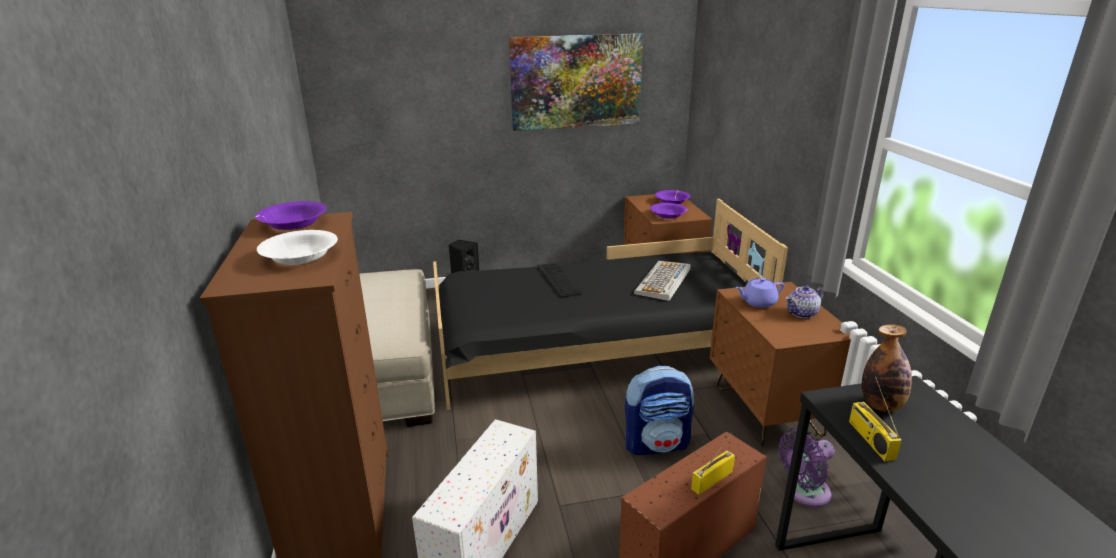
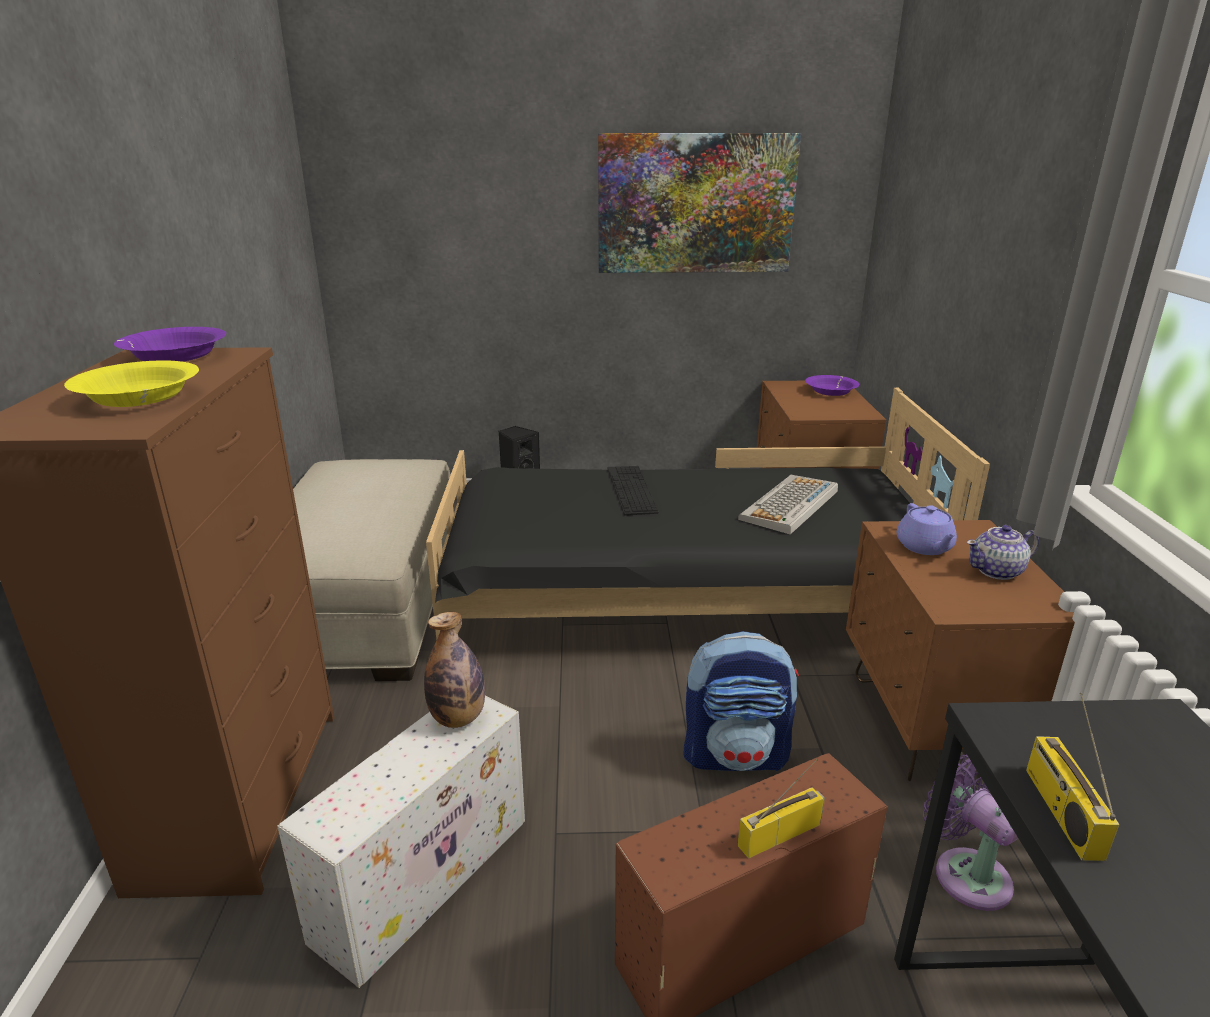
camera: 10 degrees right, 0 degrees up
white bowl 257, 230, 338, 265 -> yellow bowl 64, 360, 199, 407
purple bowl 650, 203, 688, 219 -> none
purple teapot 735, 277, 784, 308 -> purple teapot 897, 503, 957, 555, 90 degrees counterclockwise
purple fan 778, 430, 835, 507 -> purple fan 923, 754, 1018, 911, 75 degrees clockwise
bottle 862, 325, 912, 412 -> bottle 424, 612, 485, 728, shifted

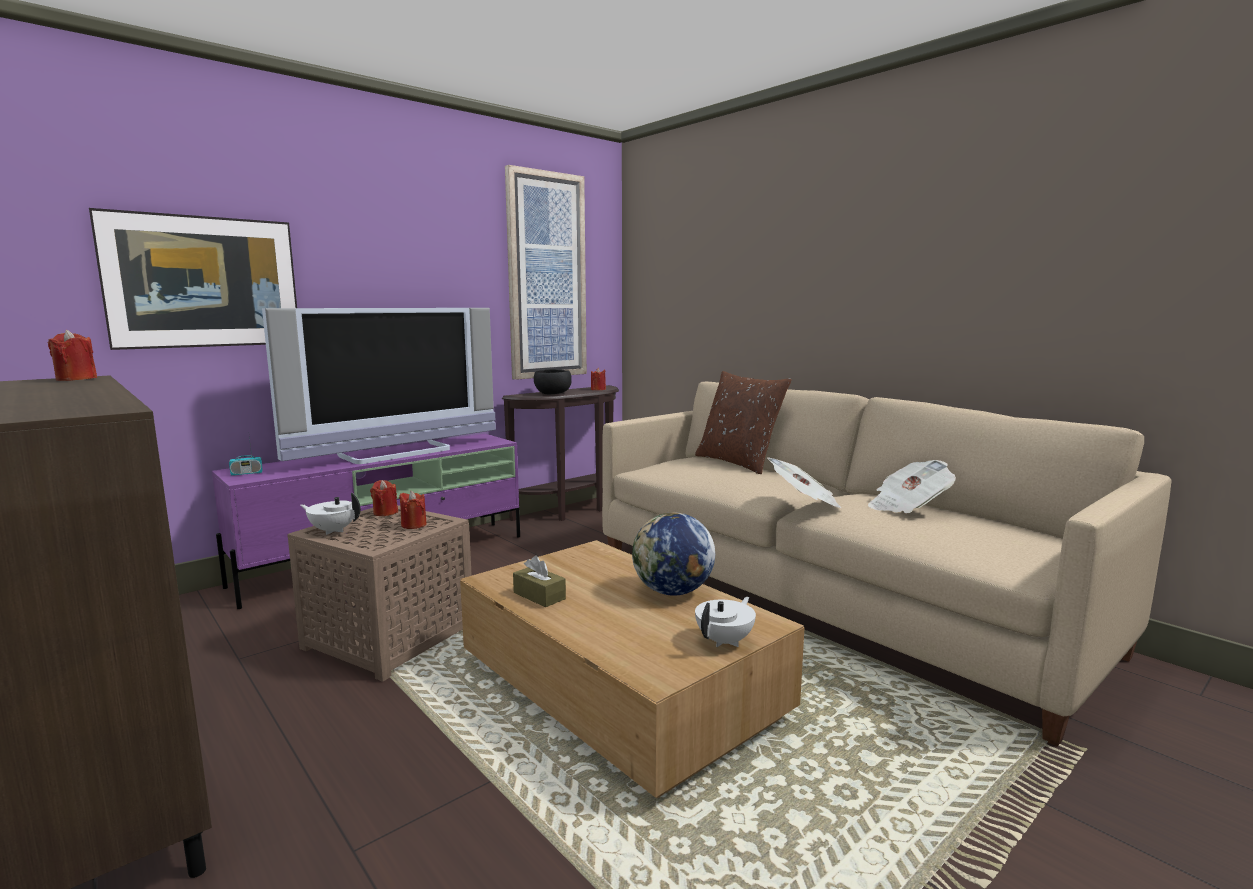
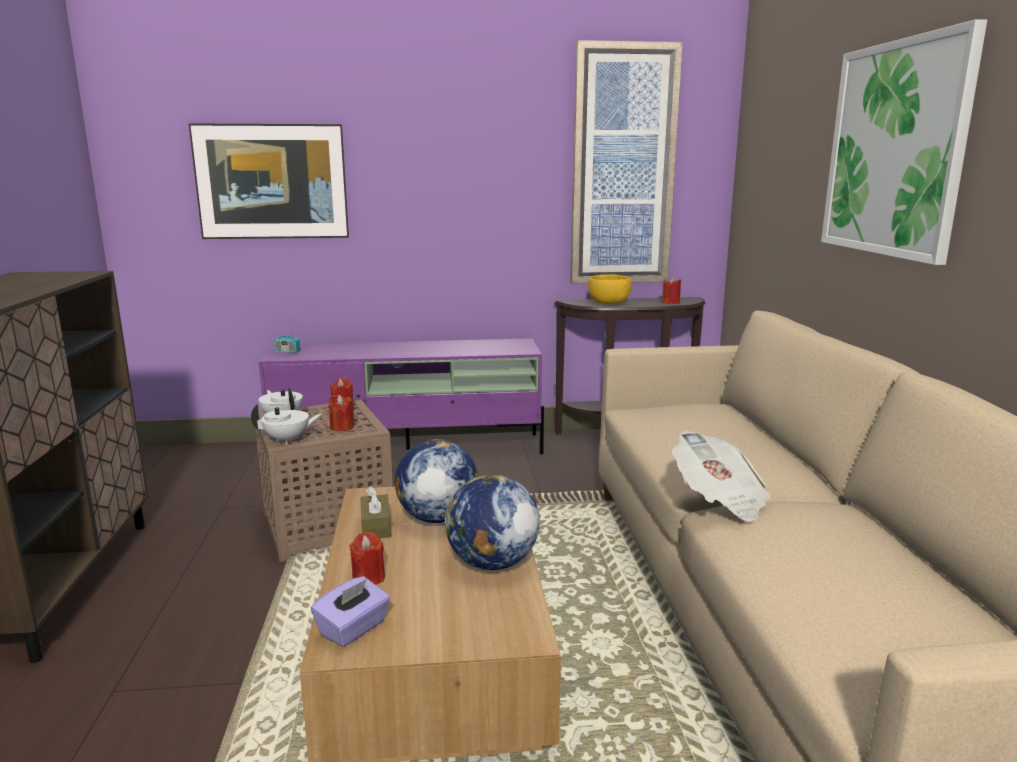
camera: 35 degrees right, 5 degrees up
red candle 48, 330, 97, 381 -> red candle 349, 532, 385, 585, shifted
television 262, 308, 496, 464 -> none
black bowl 534, 369, 572, 394 -> yellow bowl 588, 274, 632, 304
brown pillow 695, 371, 792, 474 -> none
white teapot 695, 597, 756, 647 -> white teapot 251, 404, 322, 444, shifted
newspaper 868, 460, 956, 513 -> none
none -> purple tissue box 311, 576, 390, 647
none -> globe 395, 439, 478, 523
none -> picture 821, 19, 987, 265

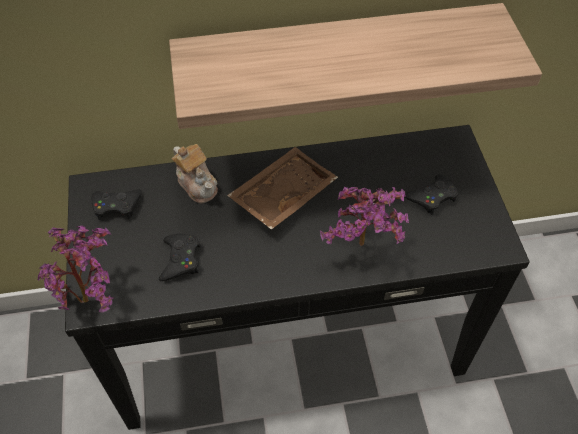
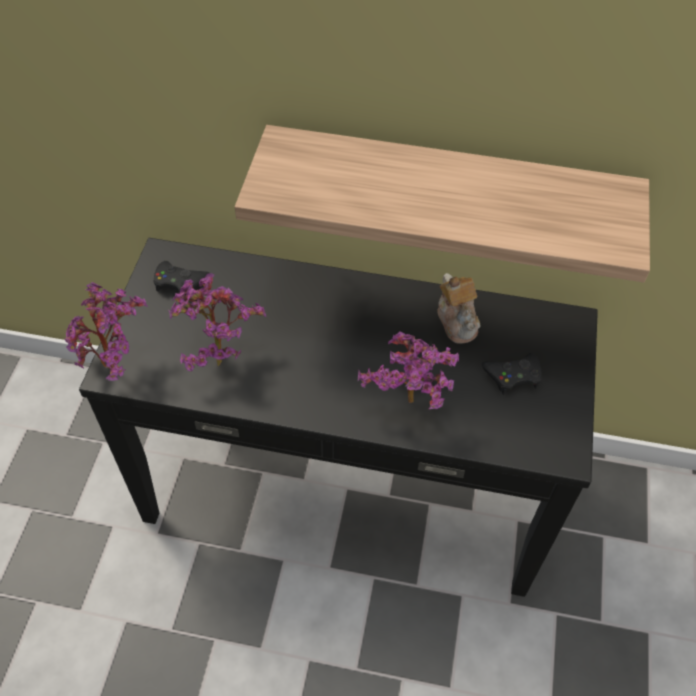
camera: 20 degrees right, 0 degrees up
black game controller 159, 234, 200, 281 -> potted plant 168, 273, 267, 371
teapot 172, 144, 218, 203 -> teapot 437, 273, 480, 343, shifted
brown tray 227, 147, 338, 230 -> none

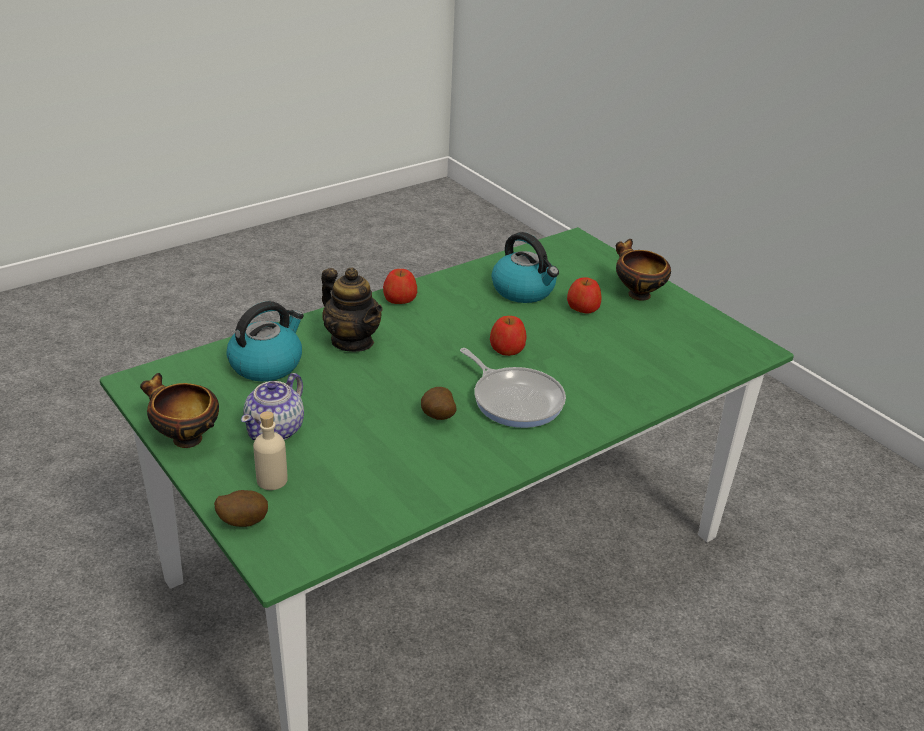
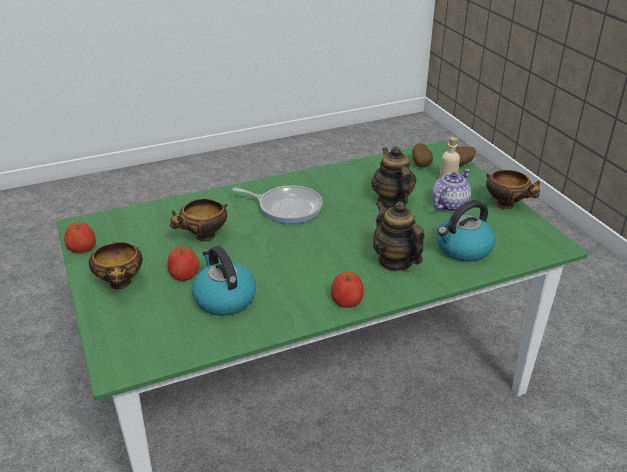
camera: 165 degrees left, 0 degrees up
potato 421, 387, 457, 420 -> potato 412, 143, 433, 167, shifted
frying pan 460, 348, 566, 428 -> frying pan 232, 186, 322, 224, 135 degrees clockwise
apple 490, 316, 526, 356 -> apple 64, 222, 96, 253, shifted
none -> bowl 170, 198, 228, 242
none -> teapot 371, 146, 416, 209

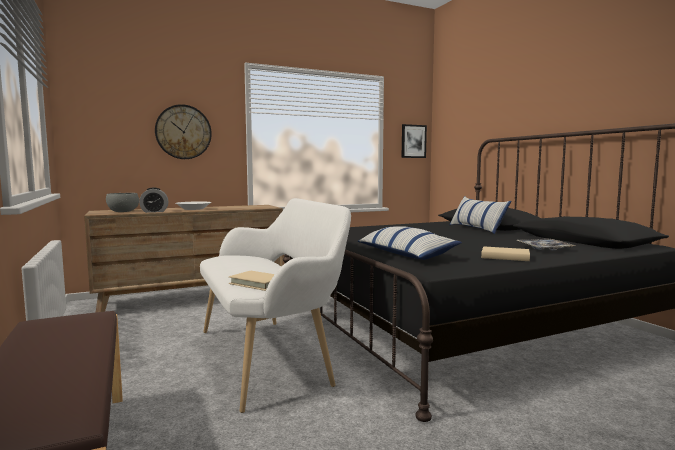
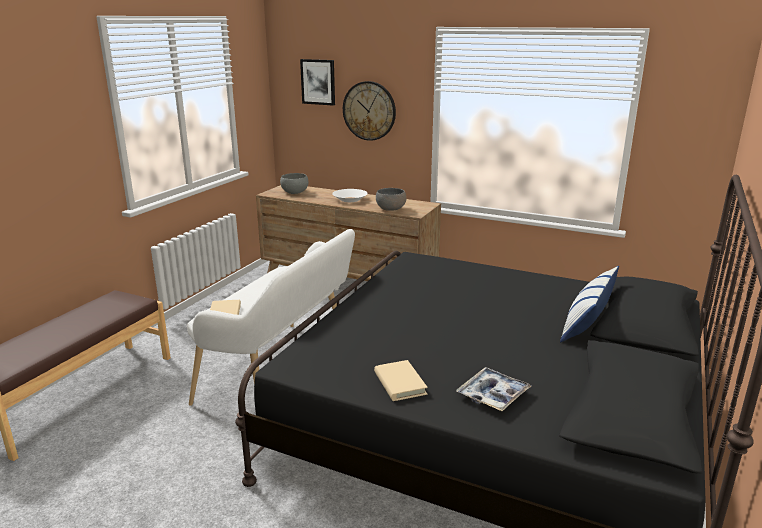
camera: 50 degrees right, 15 degrees up
alarm clock 139, 187, 169, 213 -> none
pillow 358, 226, 462, 260 -> none
picture 402, 124, 427, 158 -> picture 300, 59, 335, 106, shifted
none -> grey bowl 376, 188, 406, 211

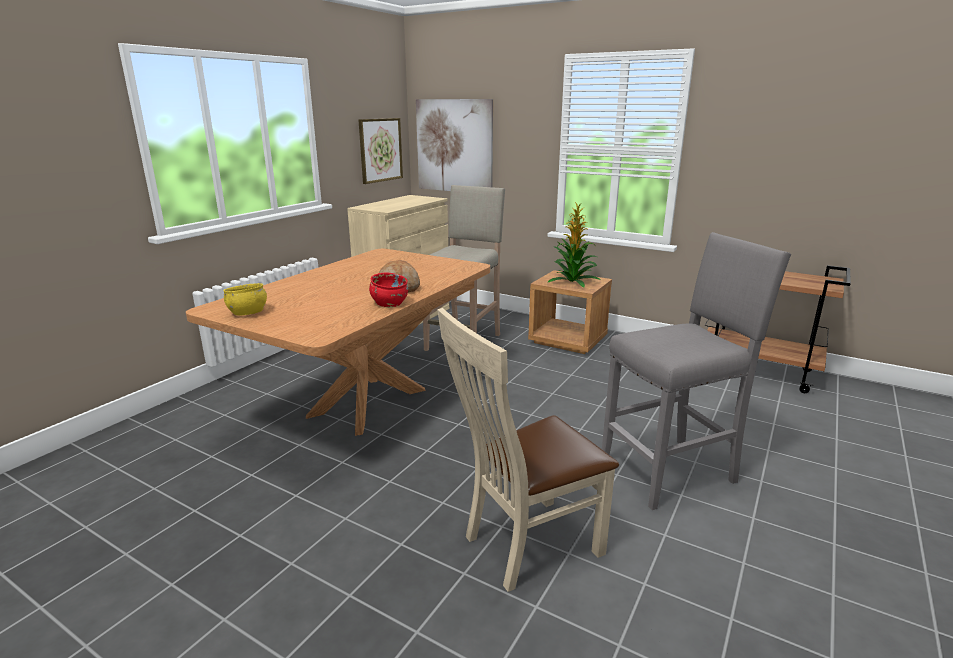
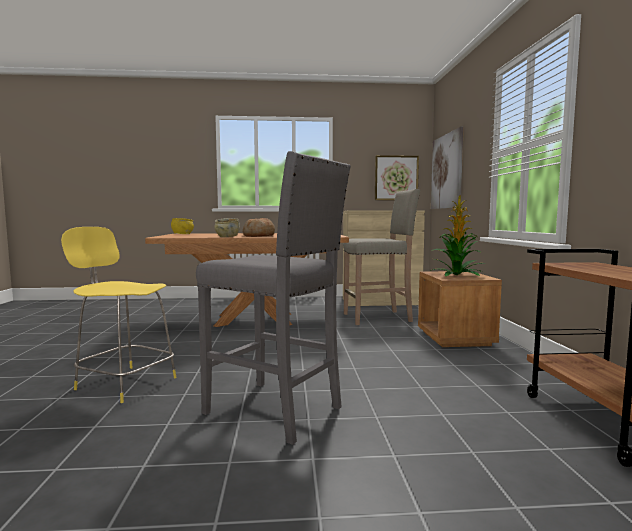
camera: 55 degrees right, 15 degrees down
red bowl 369, 273, 408, 307 -> beige bowl 214, 218, 240, 237
beige chair 437, 308, 619, 592 -> yellow stool 61, 227, 177, 403

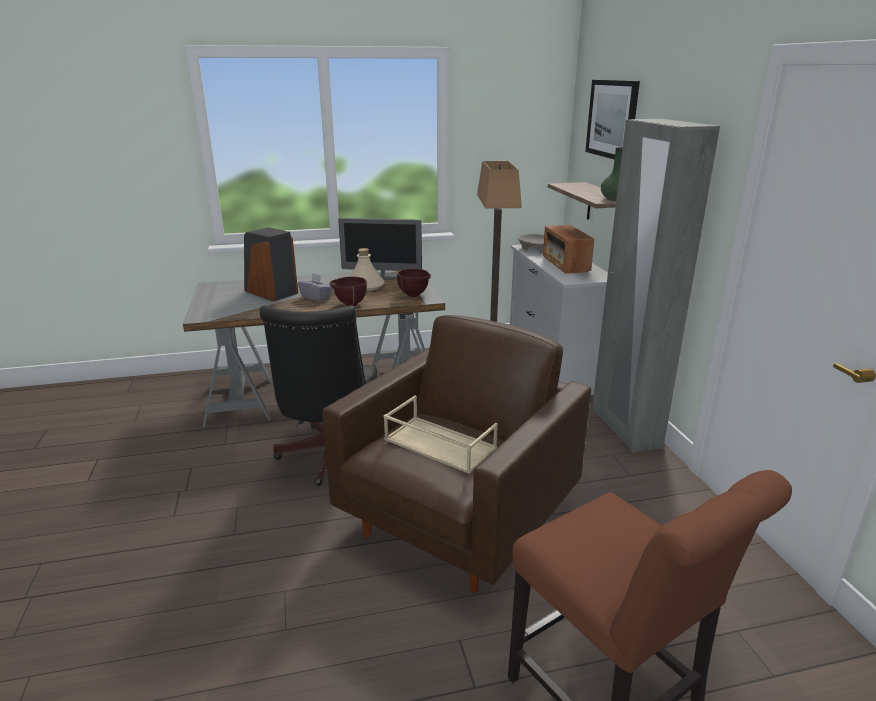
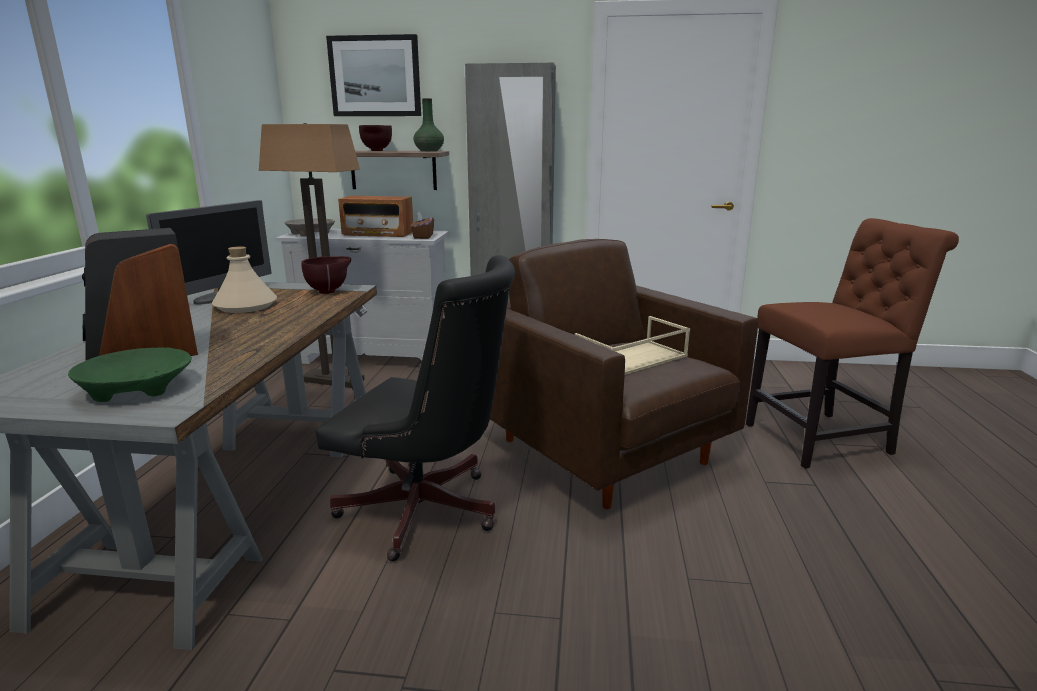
camera: 70 degrees left, 5 degrees down
grey tissue box 298, 273, 332, 302 -> none
brown bowl 330, 276, 367, 306 -> brown bowl 359, 125, 392, 151, shifted
none -> green bowl 68, 348, 192, 402
none -> brown tissue box 410, 212, 434, 239

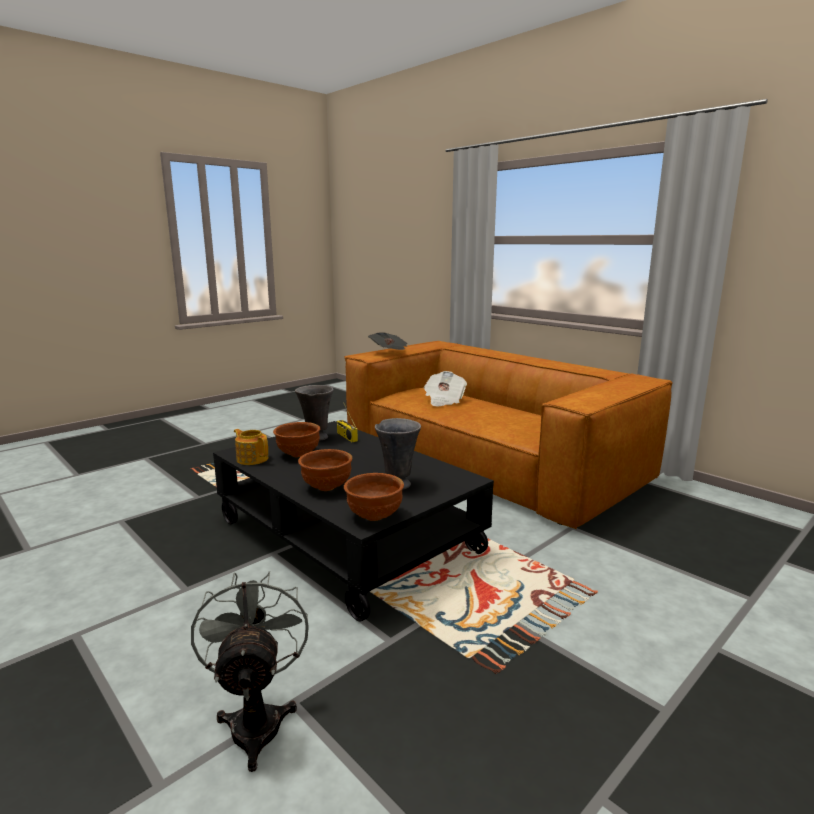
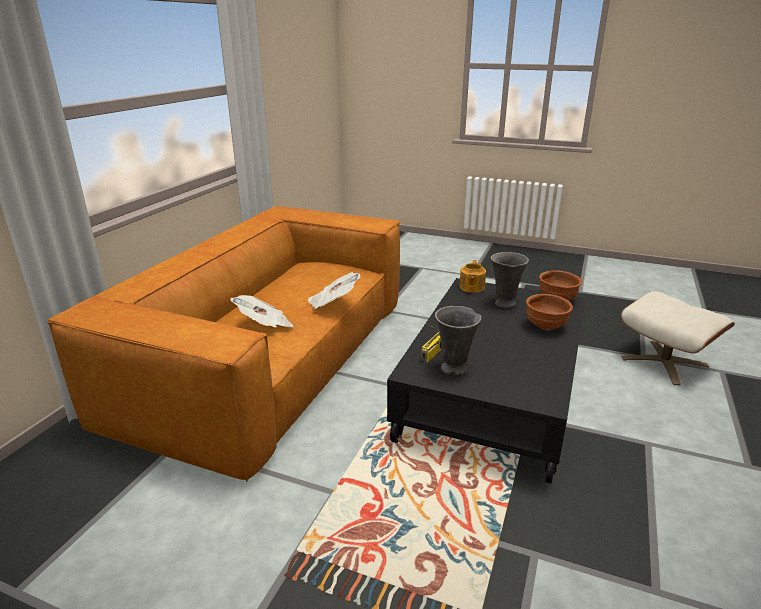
camera: 115 degrees left, 10 degrees up
grey fan 191, 571, 309, 772 -> beige ottoman 621, 291, 735, 385
teapot 234, 429, 268, 465 -> teapot 459, 260, 486, 293, shifted
brown bowl 273, 422, 320, 457 -> none
newspaper 368, 332, 407, 350 -> newspaper 308, 272, 360, 309, shifted

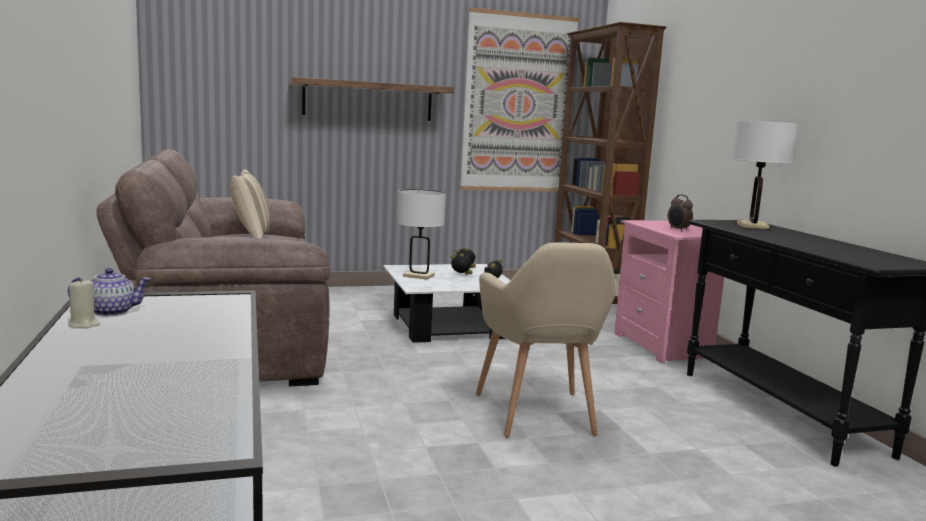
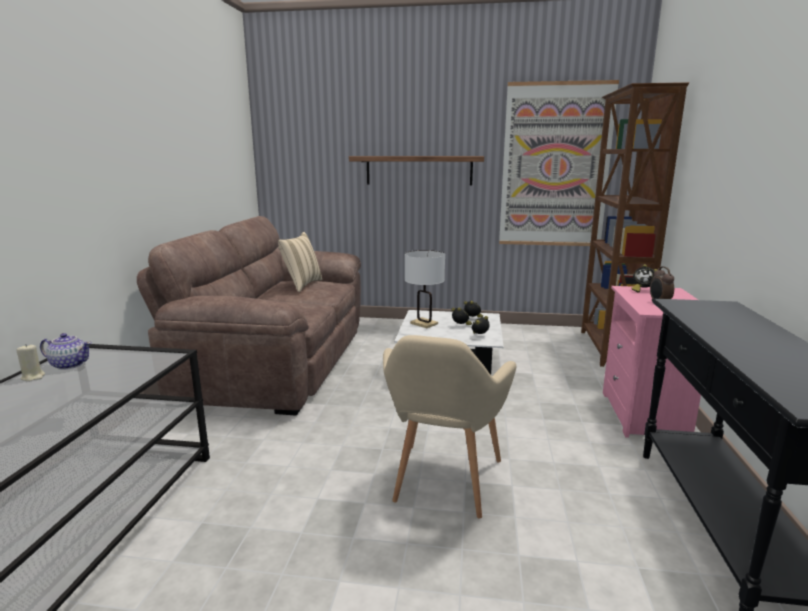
camera: 25 degrees right, 5 degrees up
white table lamp 731, 121, 798, 229 -> none
none -> alarm clock 632, 264, 657, 293

